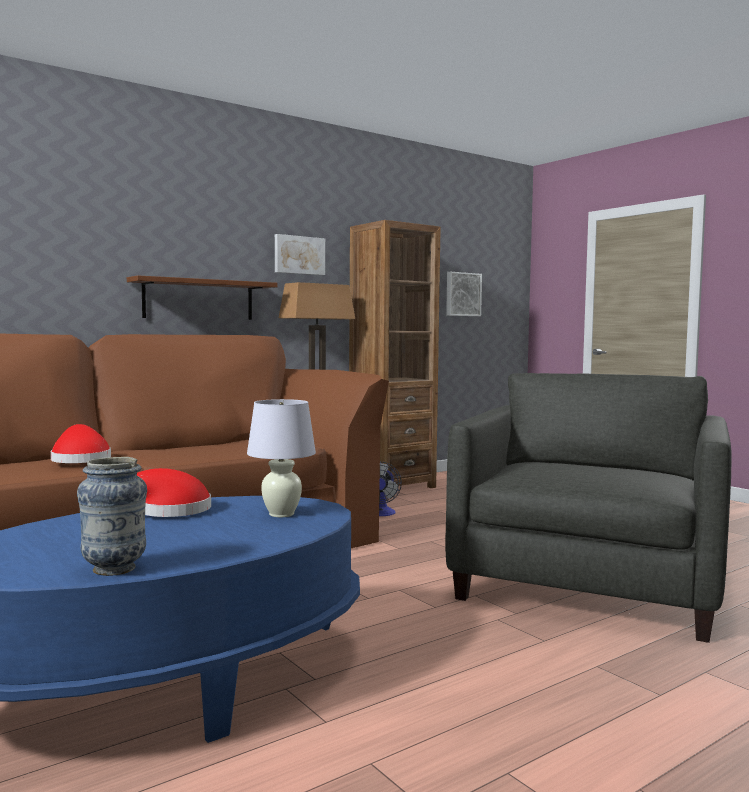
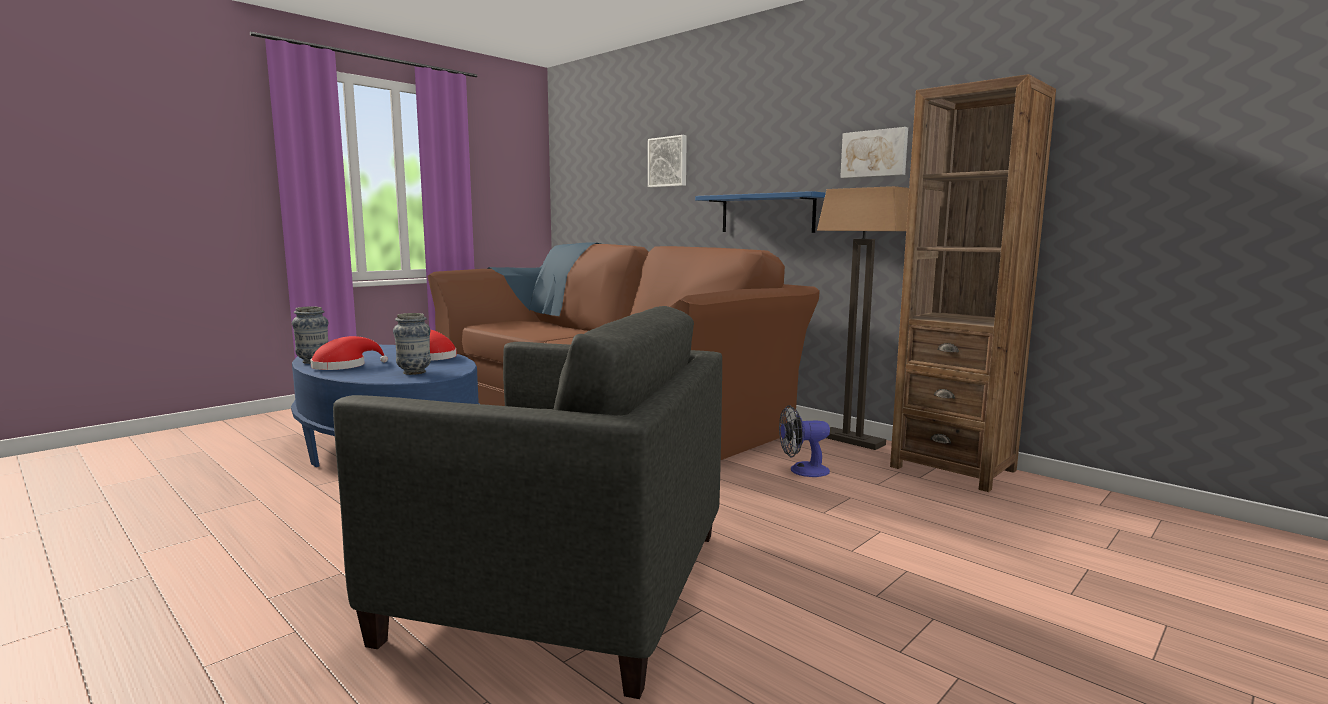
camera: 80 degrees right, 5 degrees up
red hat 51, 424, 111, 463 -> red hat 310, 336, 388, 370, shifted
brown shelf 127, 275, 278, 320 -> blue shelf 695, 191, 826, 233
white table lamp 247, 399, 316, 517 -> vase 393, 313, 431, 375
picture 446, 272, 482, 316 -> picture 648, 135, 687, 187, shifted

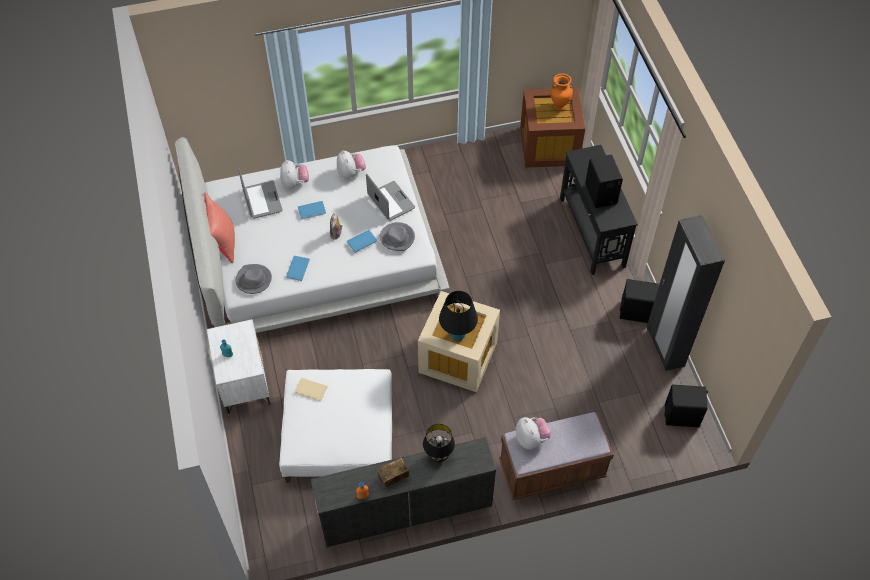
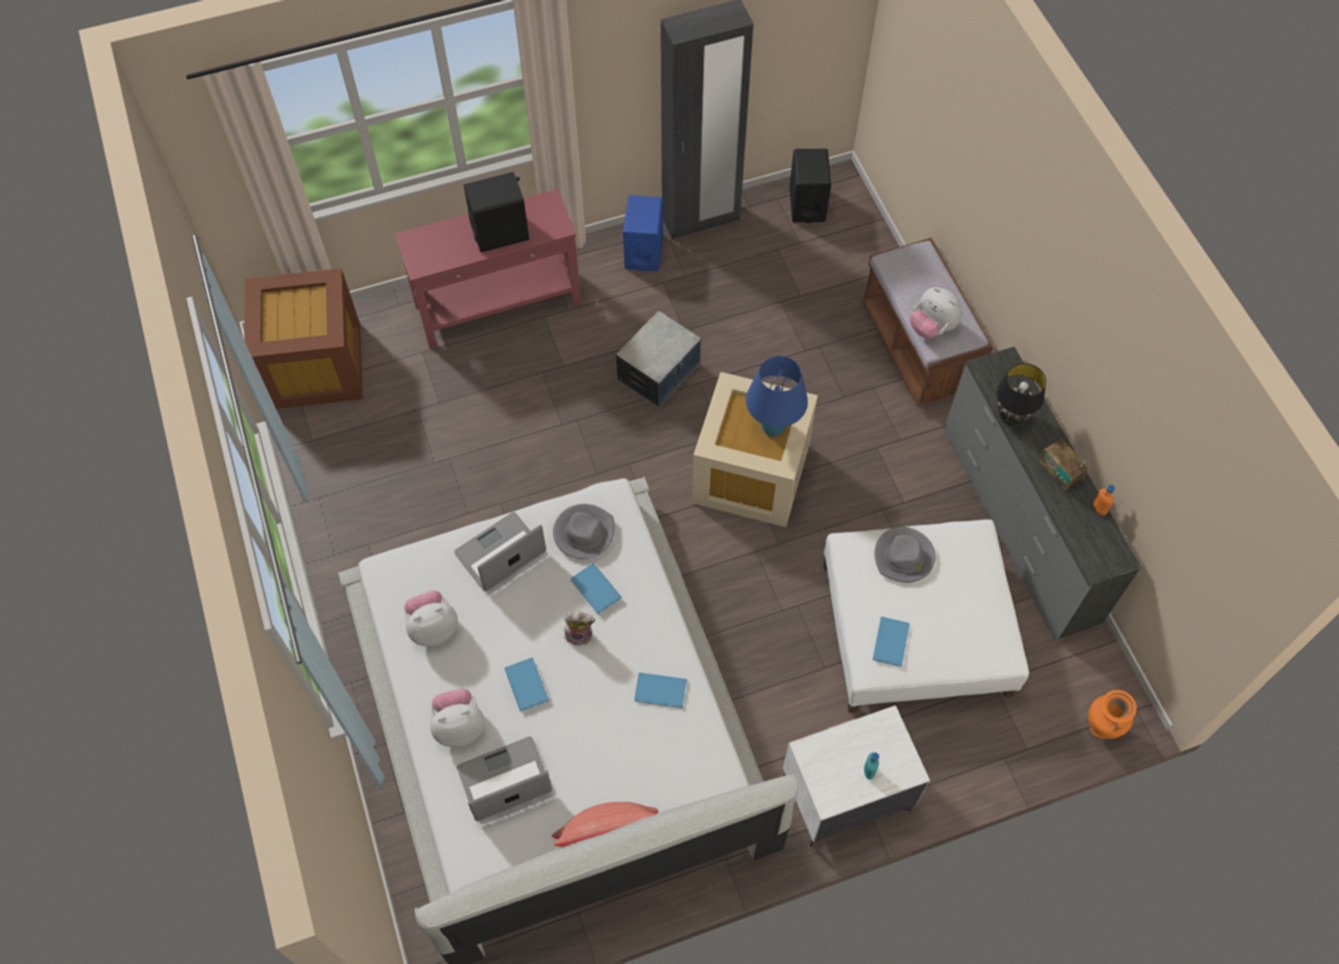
camera: 95 degrees left, 5 degrees up
grey hat 236, 264, 272, 294 -> grey hat 874, 527, 936, 583, shifted
beige book 295, 378, 328, 401 -> blue book 873, 617, 910, 667
black table lamp 439, 291, 478, 341 -> blue table lamp 746, 356, 808, 437
plush toy 516, 417, 551, 450 -> plush toy 910, 287, 962, 338, 105 degrees counterclockwise
orange vase 550, 73, 573, 110 -> orange vase 1088, 690, 1137, 739, shifted
black console table 560, 145, 638, 275 -> red console table 395, 189, 581, 349
black speaker 620, 279, 659, 323 -> blue speaker 623, 195, 663, 271
none -> storage box 615, 311, 701, 407

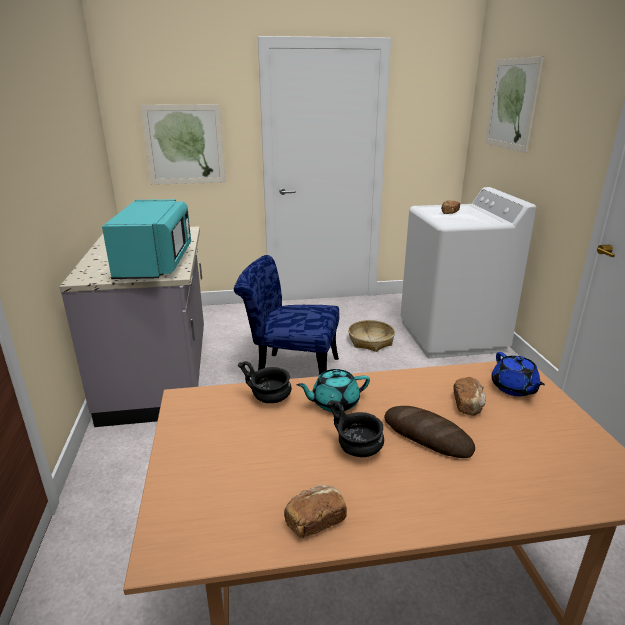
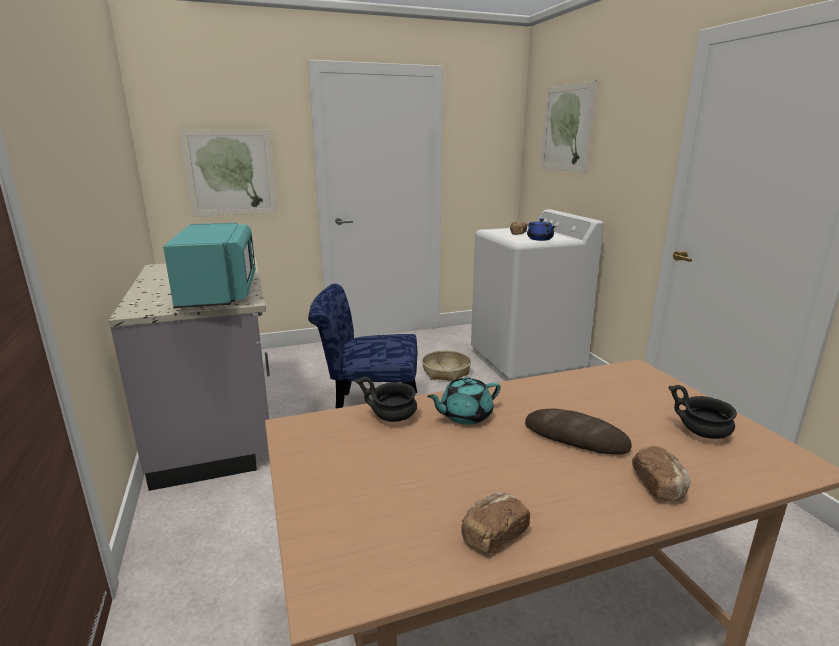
camera: 10 degrees left, 5 degrees down
black bowl 327, 400, 384, 457 -> black bowl 669, 385, 737, 439, shifted
bread 453, 377, 486, 416 -> bread 632, 446, 690, 502, shifted
blue teapot 491, 352, 545, 396 -> blue teapot 527, 218, 556, 241, shifted

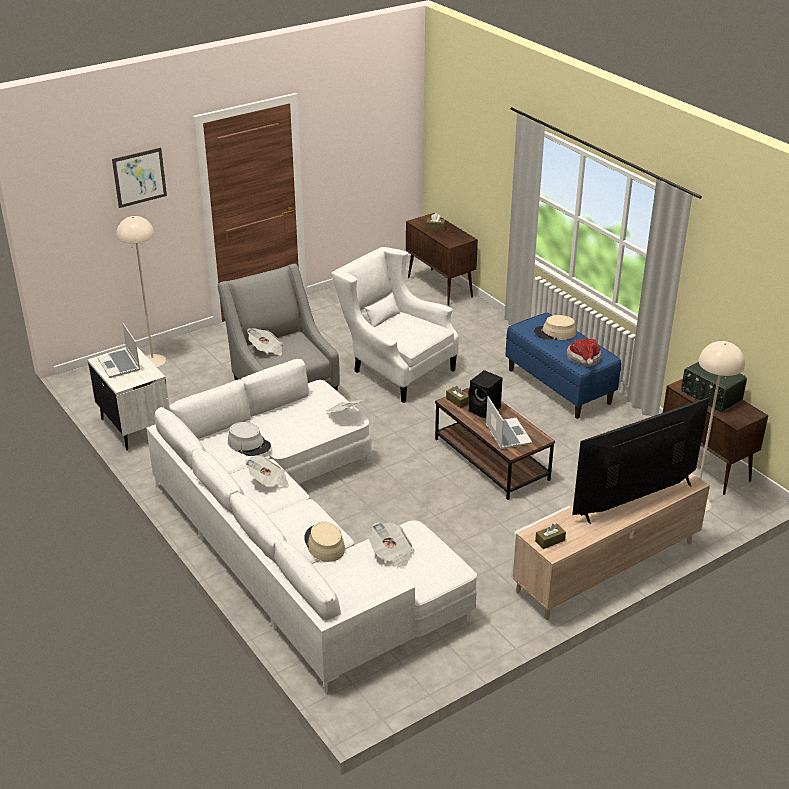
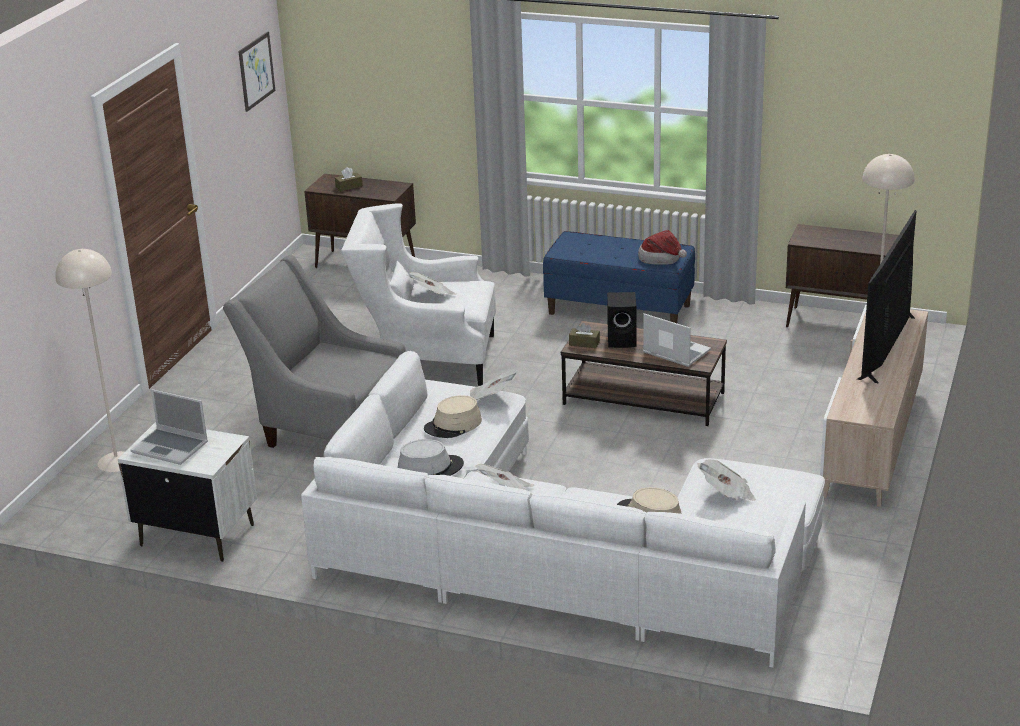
camera: 35 degrees left, 5 degrees down
picture 112, 147, 167, 208 -> picture 238, 32, 276, 112, shifted
newspaper 247, 328, 283, 356 -> newspaper 407, 272, 457, 295, shifted
beige hat 534, 315, 576, 340 -> beige hat 424, 395, 482, 438, shifted
brown tissue box 535, 523, 566, 549 -> none
radio 681, 362, 747, 412 -> none

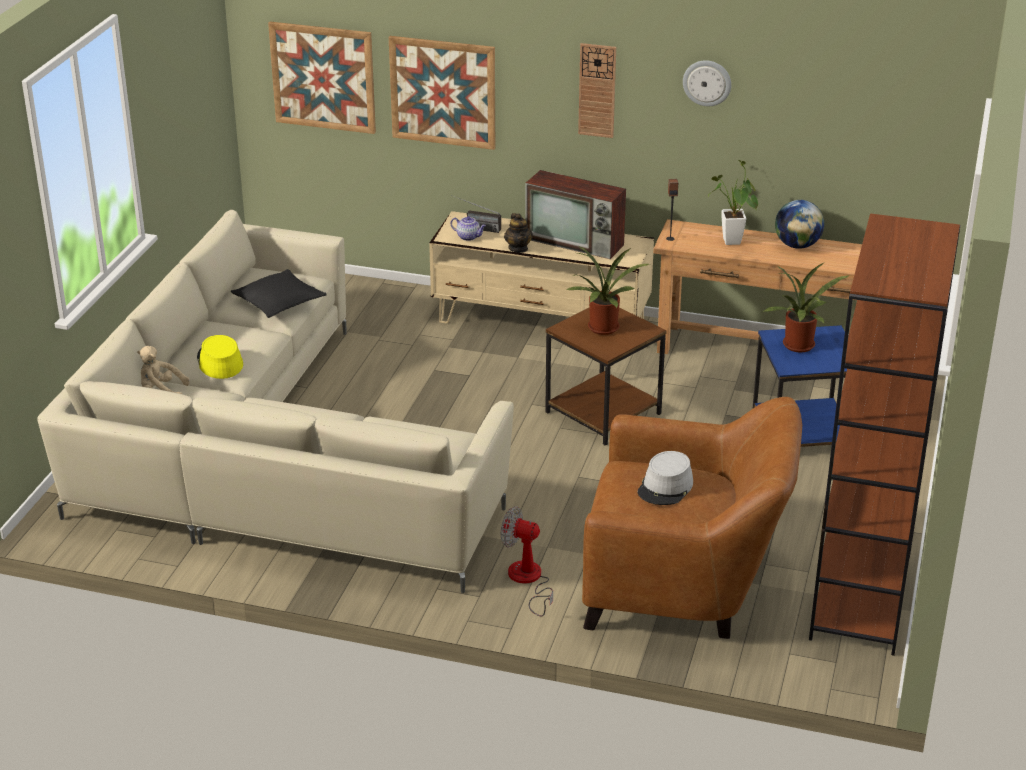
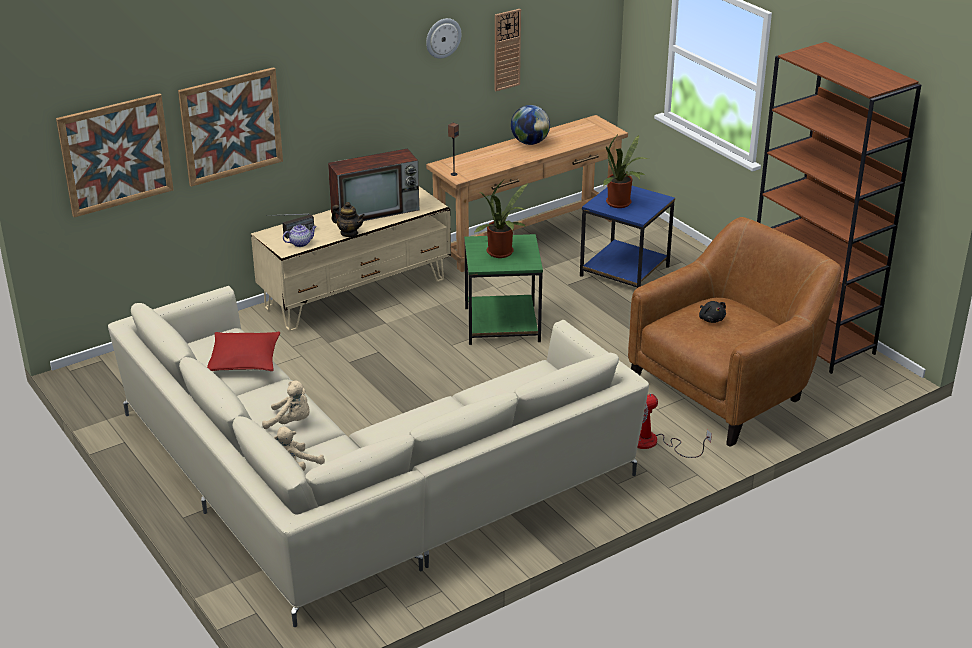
camera: 50 degrees left, 0 degrees up
yellow hat 197, 335, 243, 379 -> beige plush toy 262, 381, 310, 429
black pillow 231, 269, 327, 318 -> red pillow 207, 332, 280, 371
brown side table 545, 307, 667, 446 -> green side table 464, 234, 543, 345
wall clock 578, 43, 616, 138 -> wall clock 494, 9, 521, 91, shifted
grey hat 637, 451, 693, 505 -> black plush toy 699, 301, 726, 323
potted plant 708, 160, 758, 245 -> none

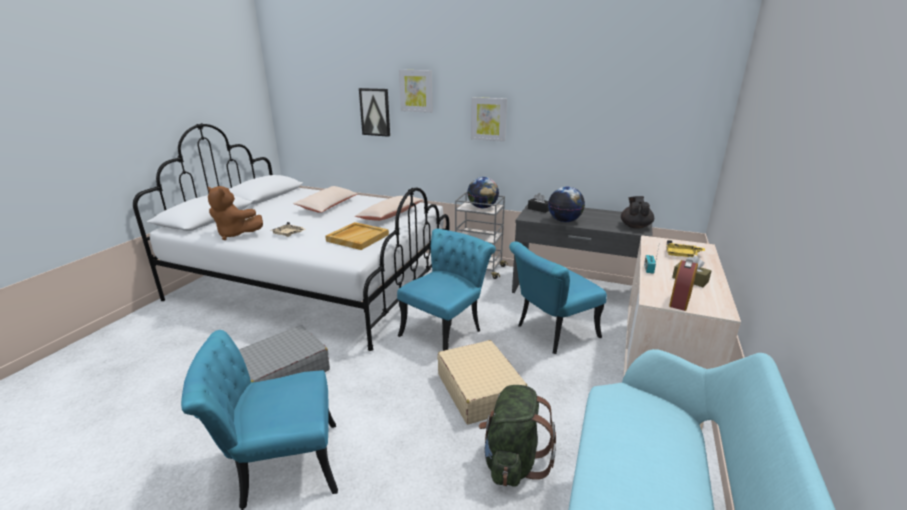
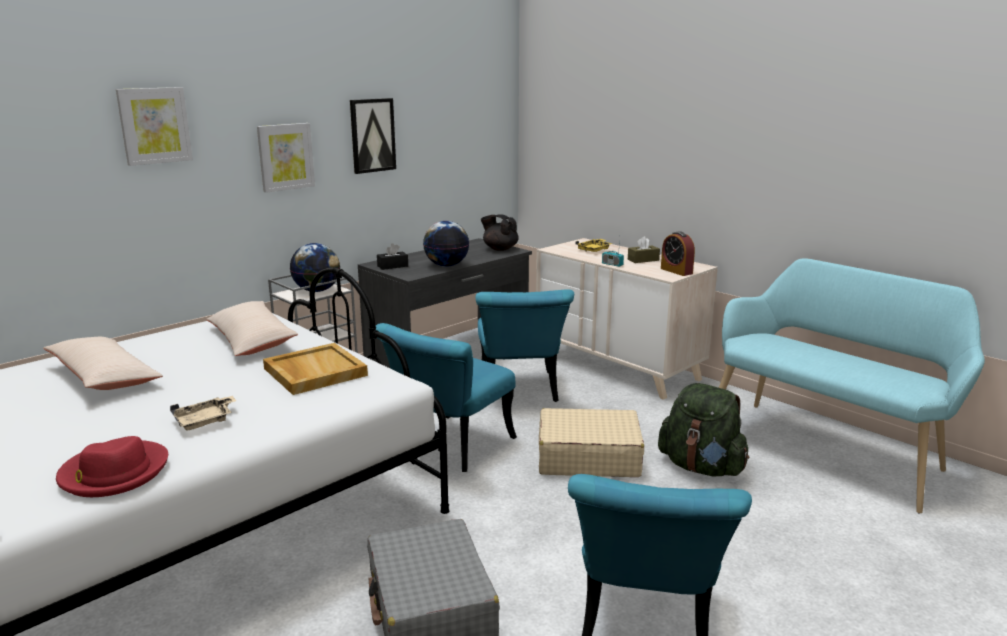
camera: 65 degrees left, 5 degrees down
brown plush toy 208, 186, 263, 240 -> red hat 56, 436, 168, 497
picture 359, 88, 390, 137 -> picture 350, 98, 396, 174, shifted
turquoise chair 397, 229, 496, 351 -> turquoise chair 376, 323, 517, 472, 120 degrees counterclockwise

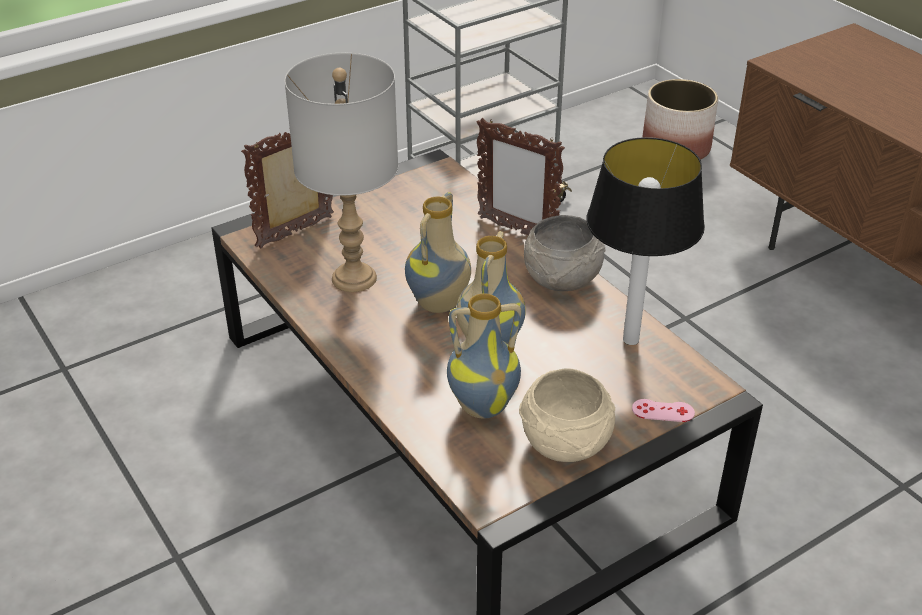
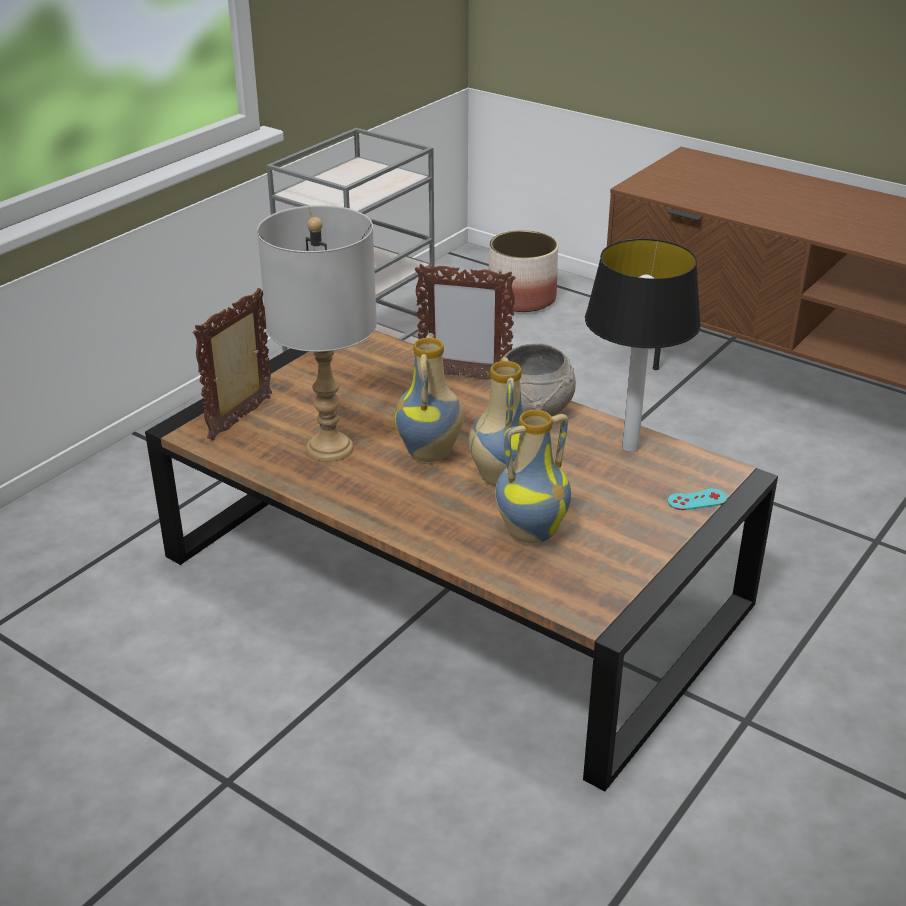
camera: 20 degrees left, 5 degrees down
beige bowl 519, 368, 615, 462 -> none
pink game controller 632, 399, 695, 422 -> turquoise game controller 668, 489, 727, 510

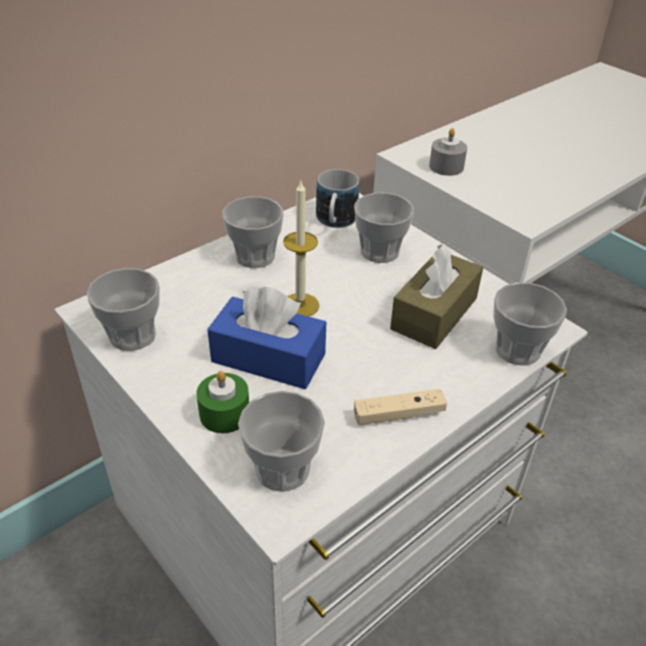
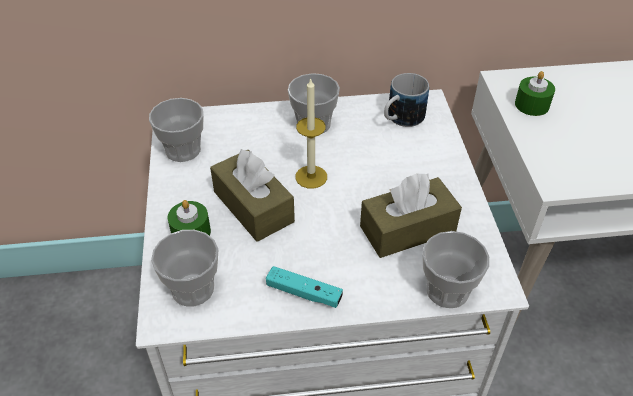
camera: 35 degrees right, 5 degrees up
blue tissue box 207, 287, 326, 389 -> brown tissue box 210, 149, 295, 242
cup 354, 192, 414, 263 -> none
beige game controller 354, 389, 447, 425 -> turquoise game controller 266, 266, 343, 308
grey candle 429, 128, 467, 176 -> green candle 515, 71, 555, 116

